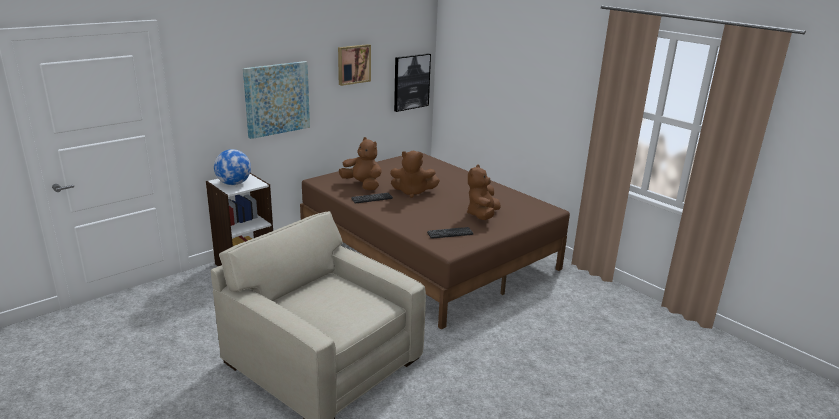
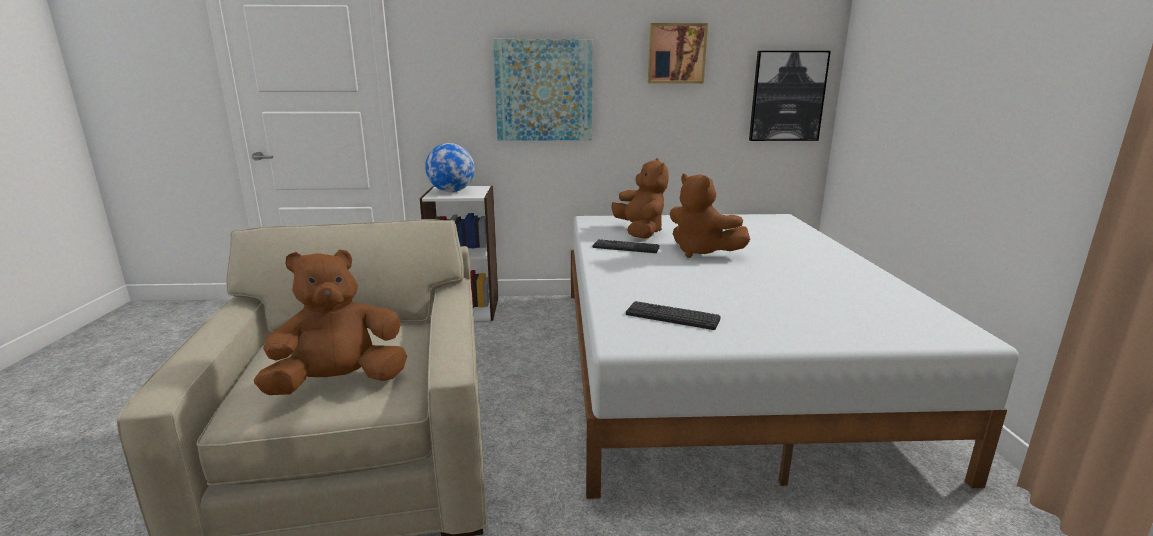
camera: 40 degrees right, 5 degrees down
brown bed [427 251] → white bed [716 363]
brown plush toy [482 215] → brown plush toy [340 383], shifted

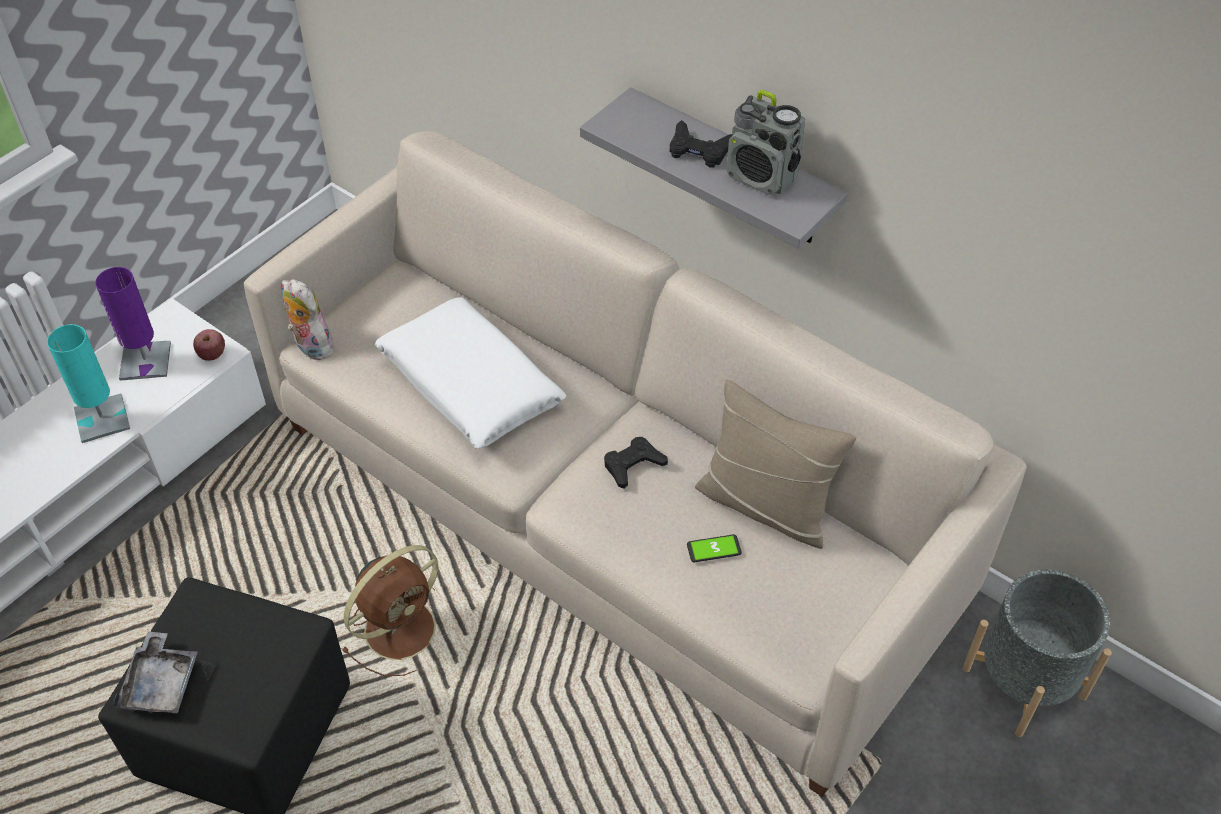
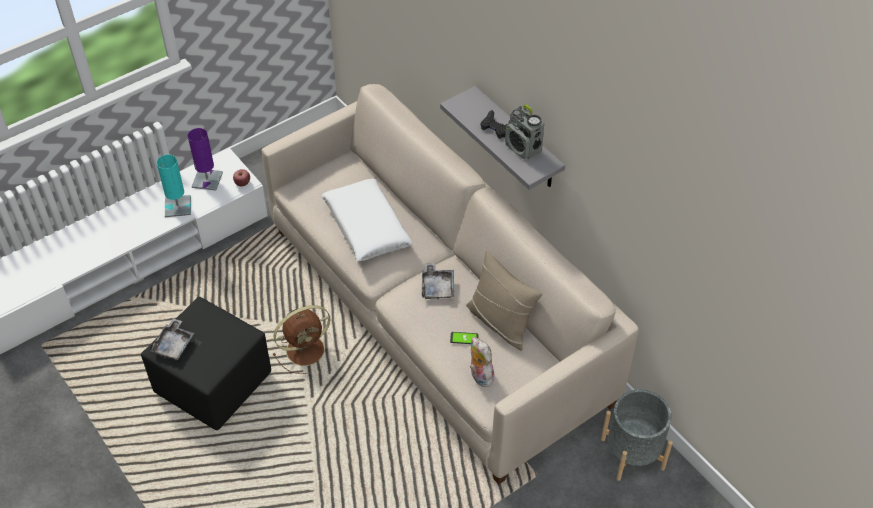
camera: 15 degrees right, 0 degrees up
plush toy [310 346] → plush toy [479 376], shifted
black game controller [633 465] → grey tray [437 287]

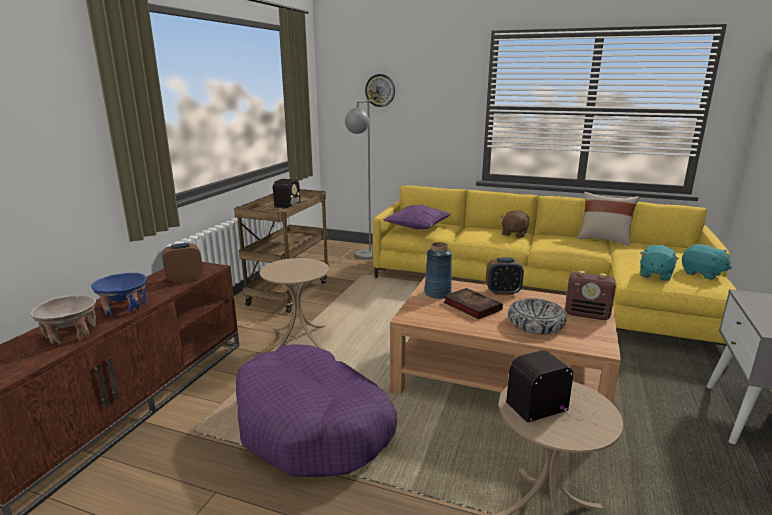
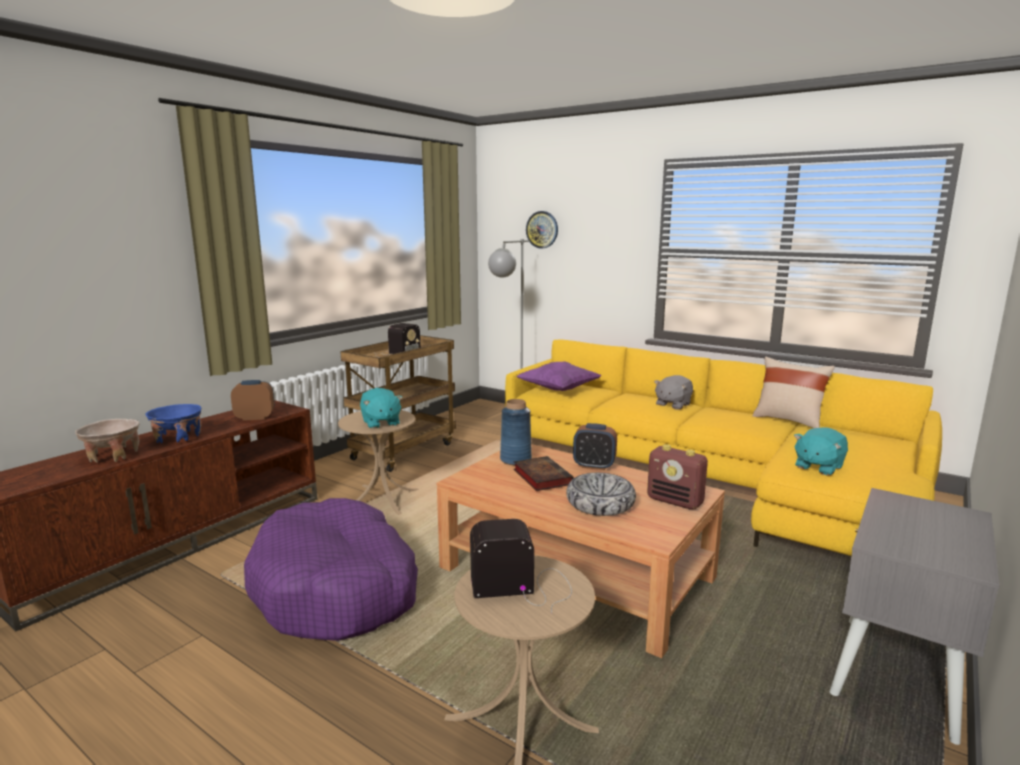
camera: 15 degrees right, 5 degrees down
brown plush toy [514 234] → grey plush toy [672 405]
turquoise plush toy [702 274] → turquoise plush toy [380 423], shifted

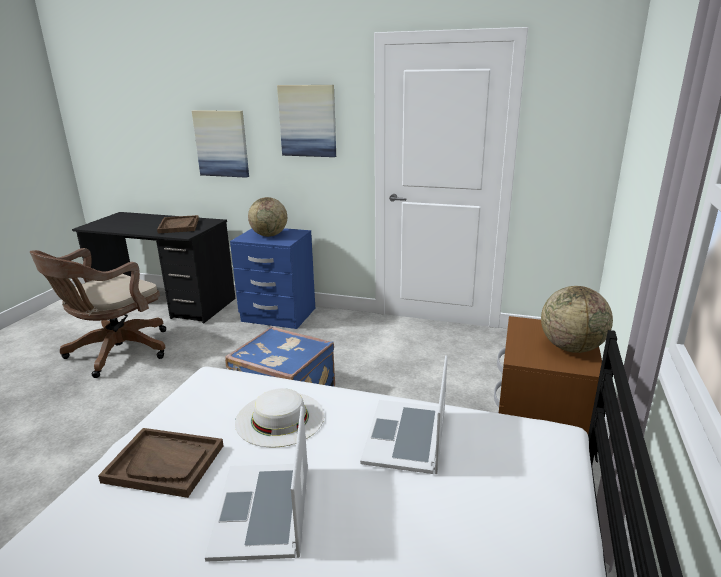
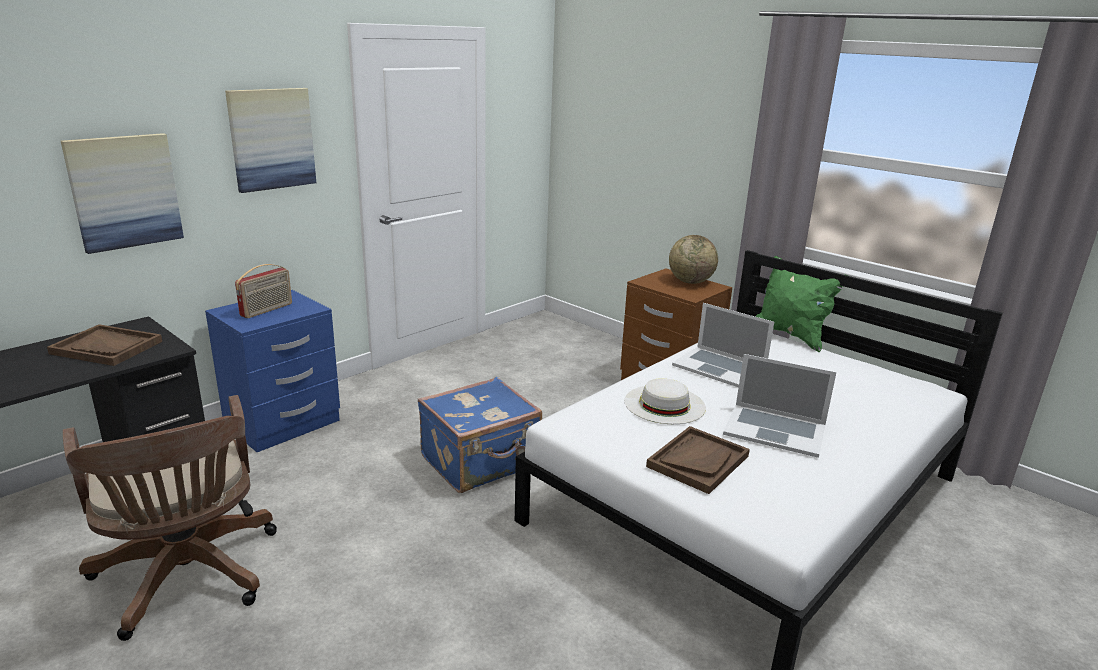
camera: 65 degrees left, 0 degrees up
globe [269 235] → radio [267 310]
- → green pillow [790 336]

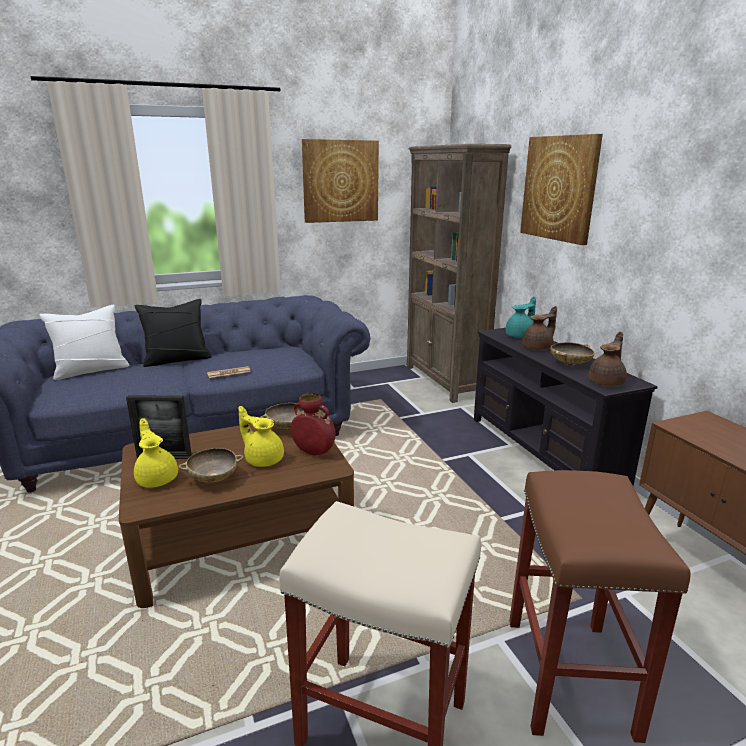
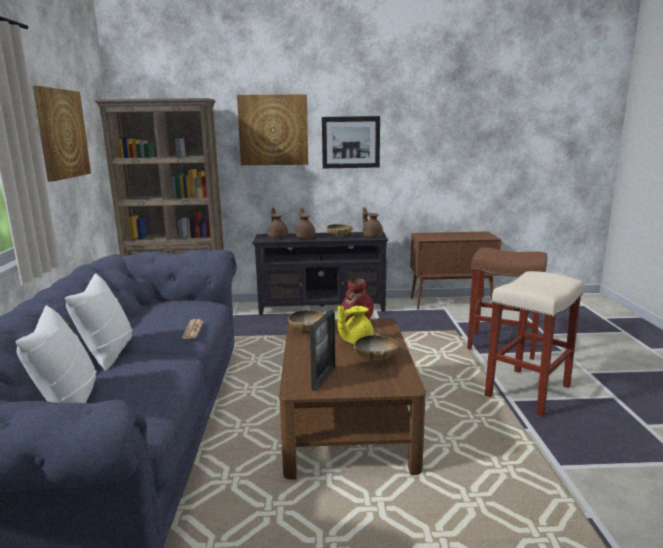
camera: 70 degrees left, 5 degrees down
yellow teapot [157 478] → -
black pillow [177 360] → white pillow [108 353]
turquoise teapot [520 336] → brown teapot [278 236]
- → picture [351 142]

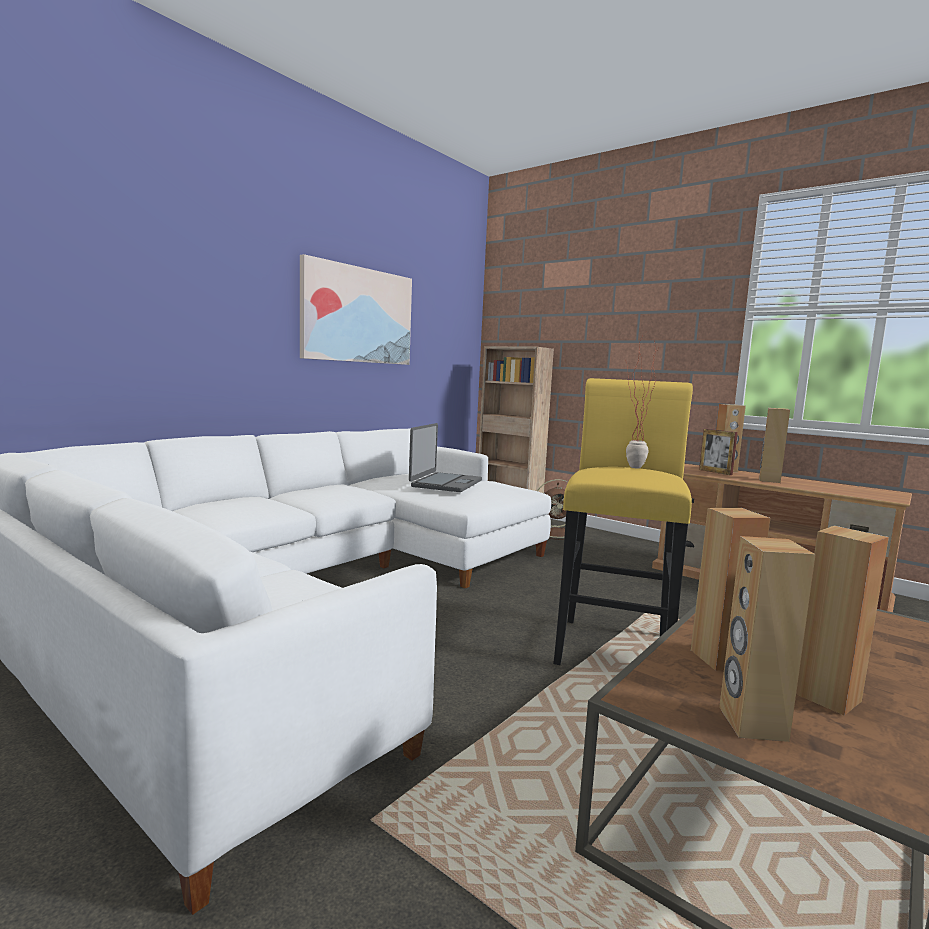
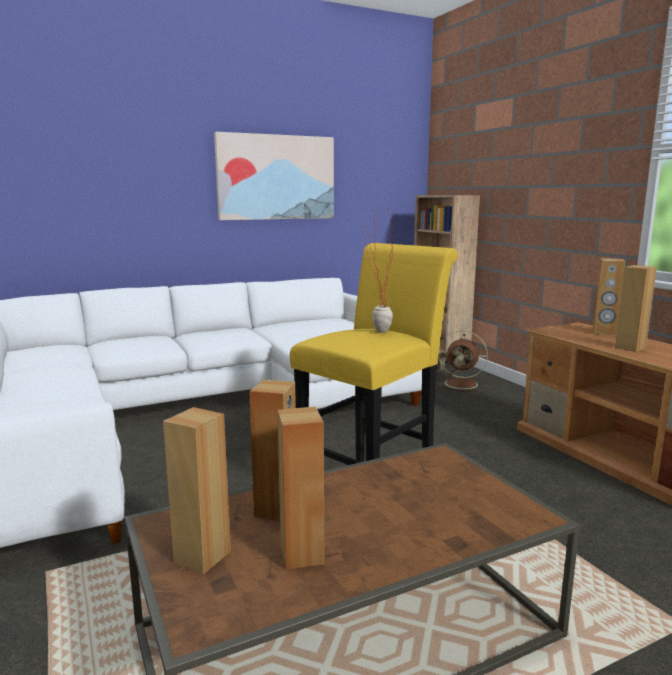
camera: 25 degrees right, 5 degrees up
laptop [445 483] → -
picture frame [715 472] → -

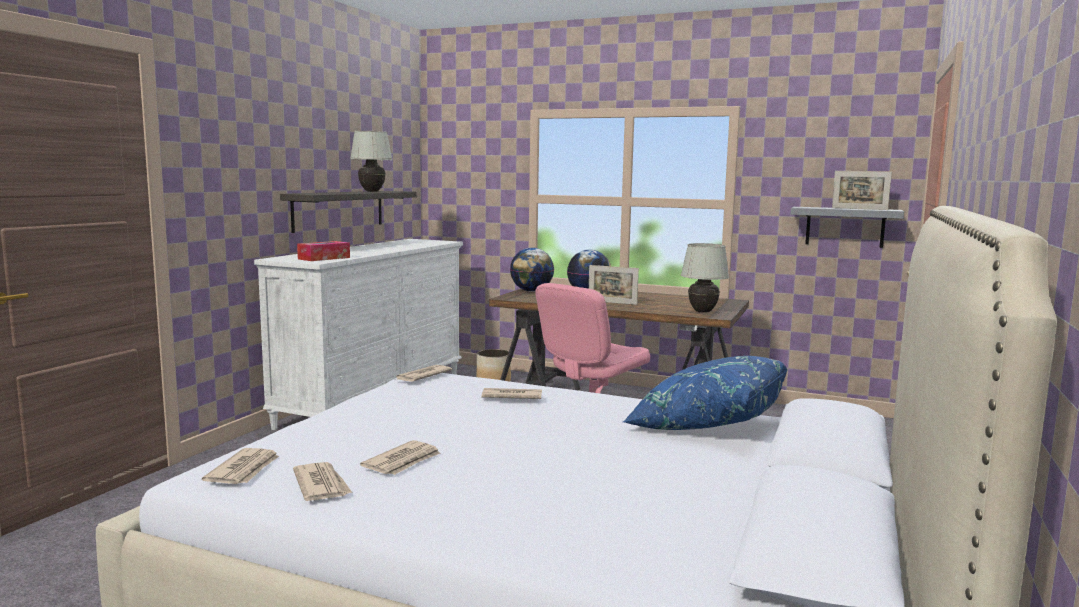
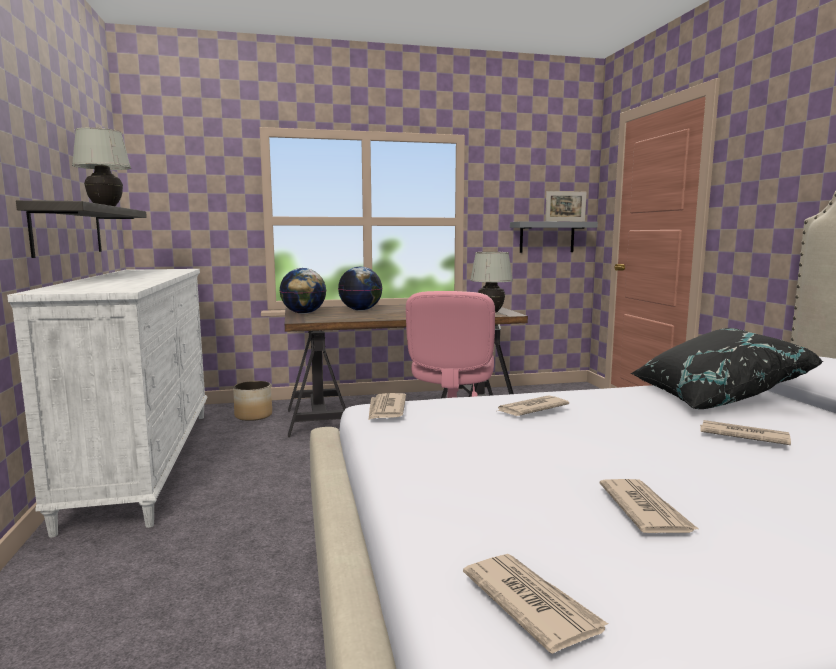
camera: 35 degrees left, 0 degrees up
newspaper [322 485] → newspaper [742 436], shifted
tissue box [324 258] → -
picture frame [612 302] → -
blue pillow [705 425] → black pillow [712 397]

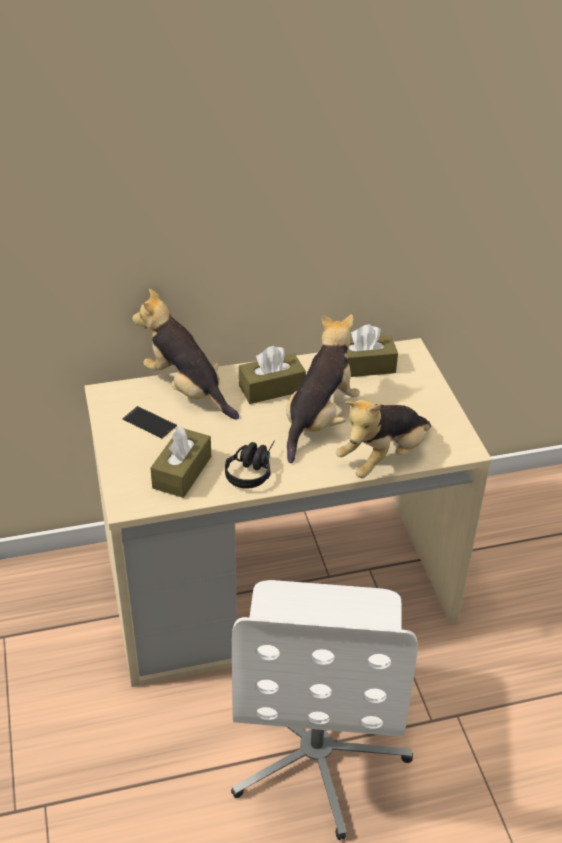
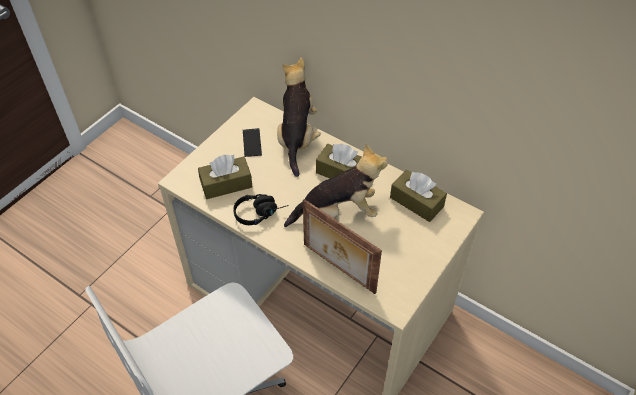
camera: 50 degrees right, 10 degrees up
plush toy [383 458] → picture frame [338 269]

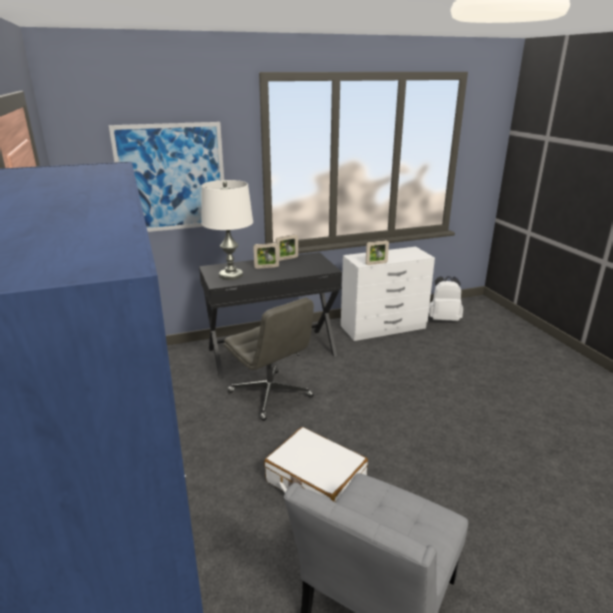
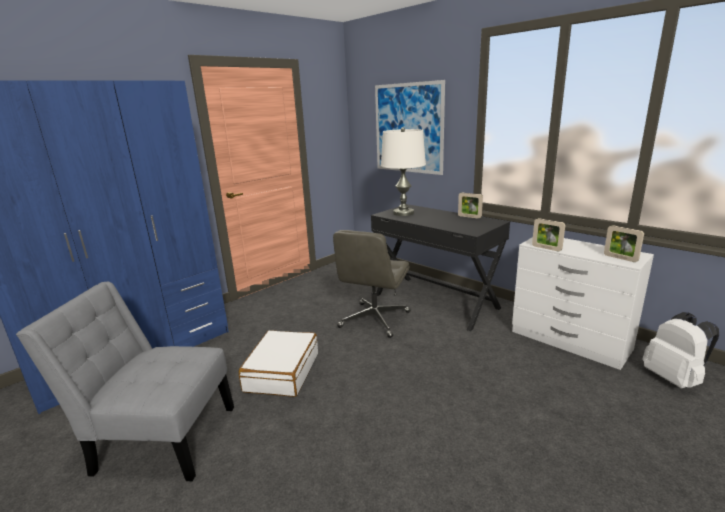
camera: 65 degrees right, 5 degrees down
picture frame [266 267] → picture frame [620 258], shifted

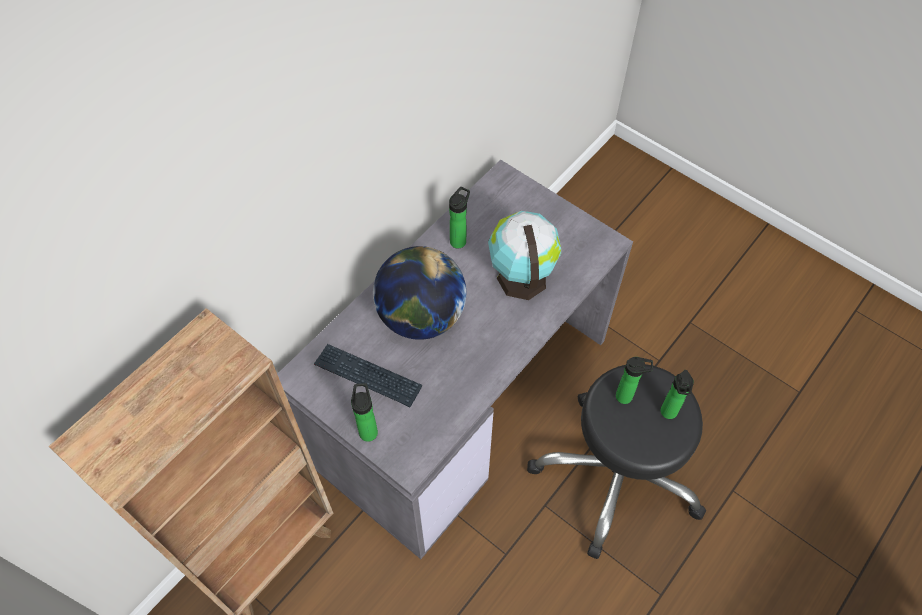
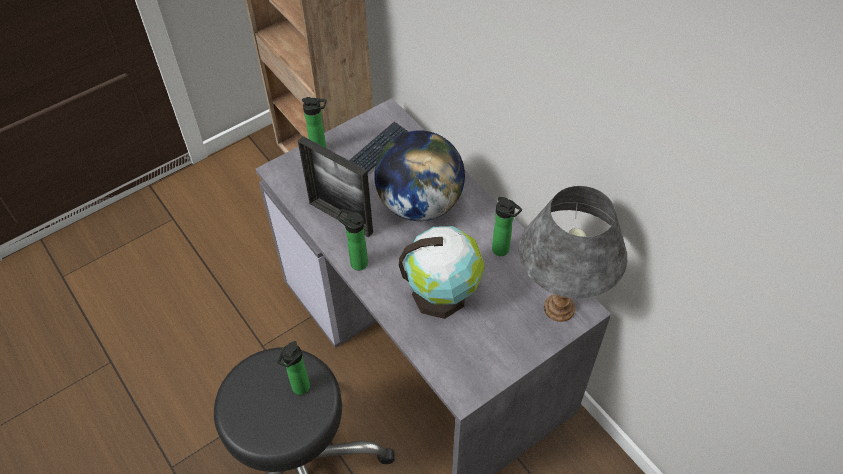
camera: 105 degrees right, 5 degrees down
bottle [668 414] → bottle [356 262], shifted
- → picture frame [340 217]
- → grey table lamp [559 308]

